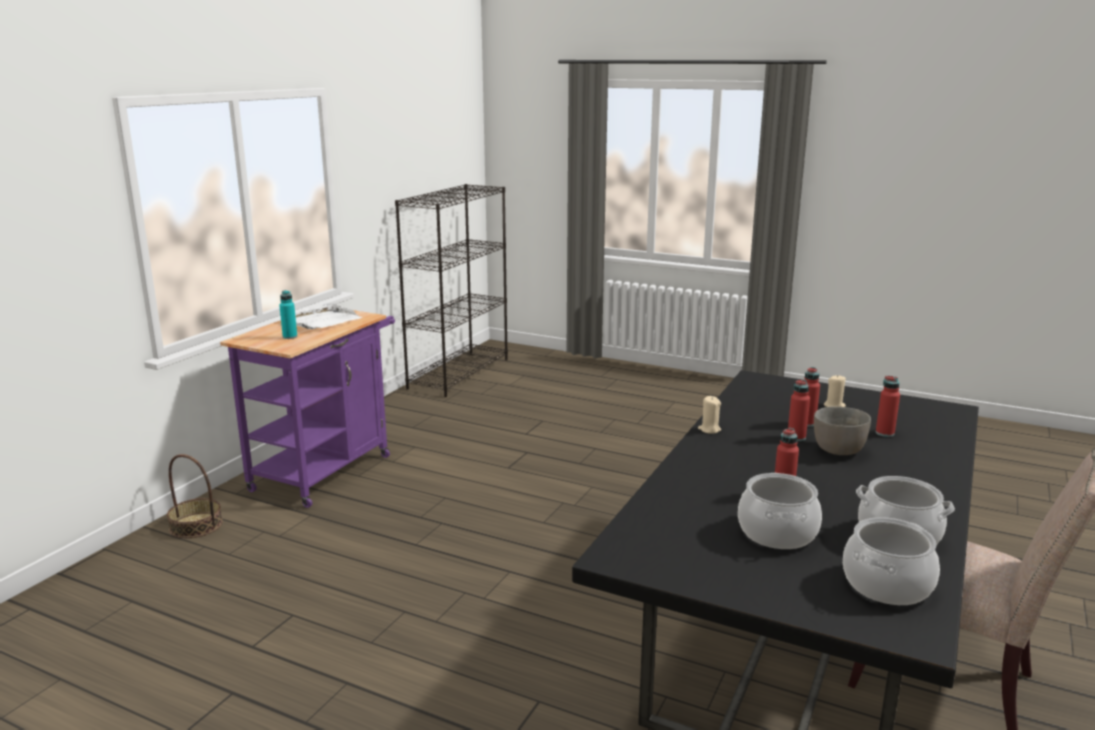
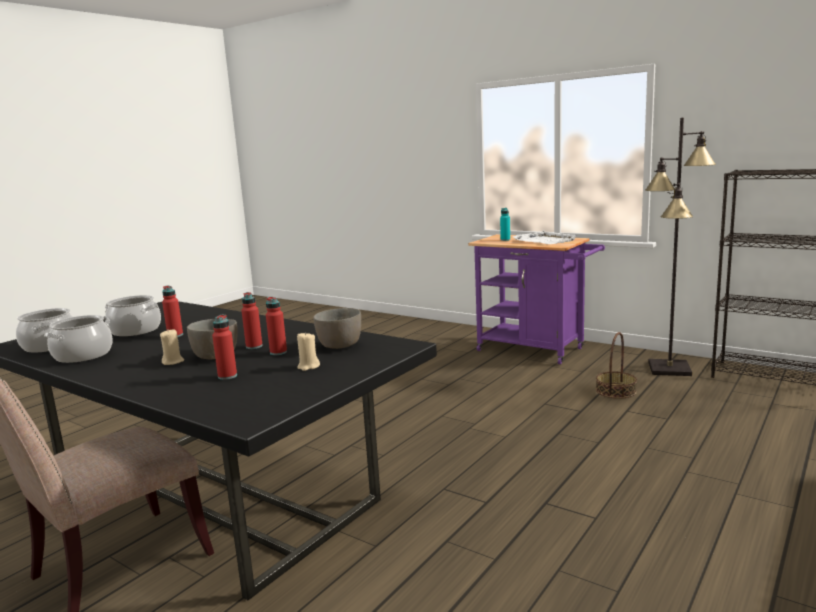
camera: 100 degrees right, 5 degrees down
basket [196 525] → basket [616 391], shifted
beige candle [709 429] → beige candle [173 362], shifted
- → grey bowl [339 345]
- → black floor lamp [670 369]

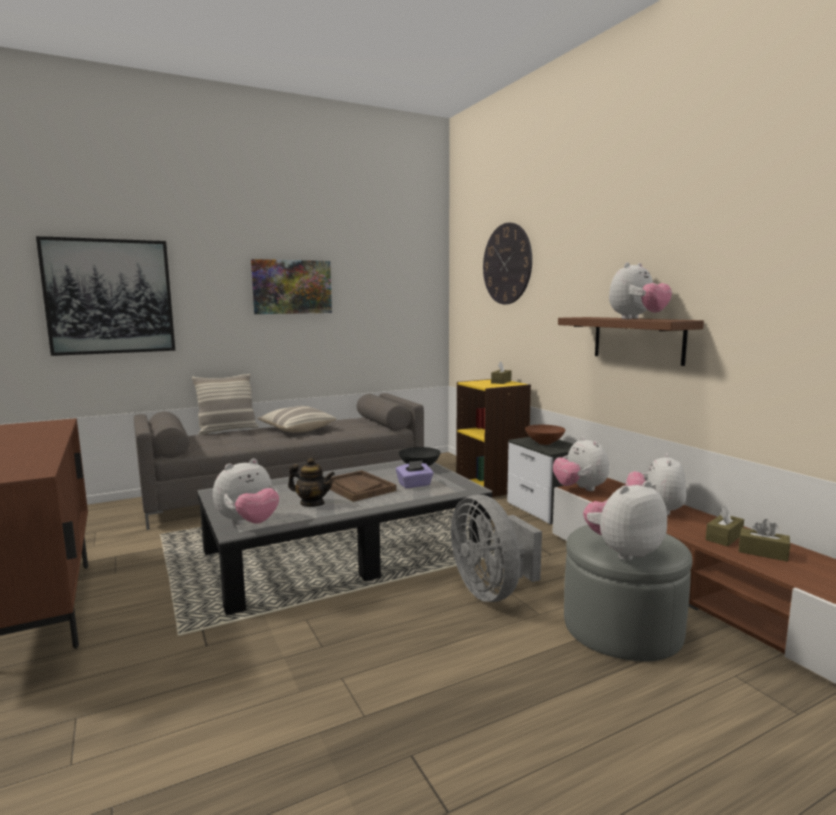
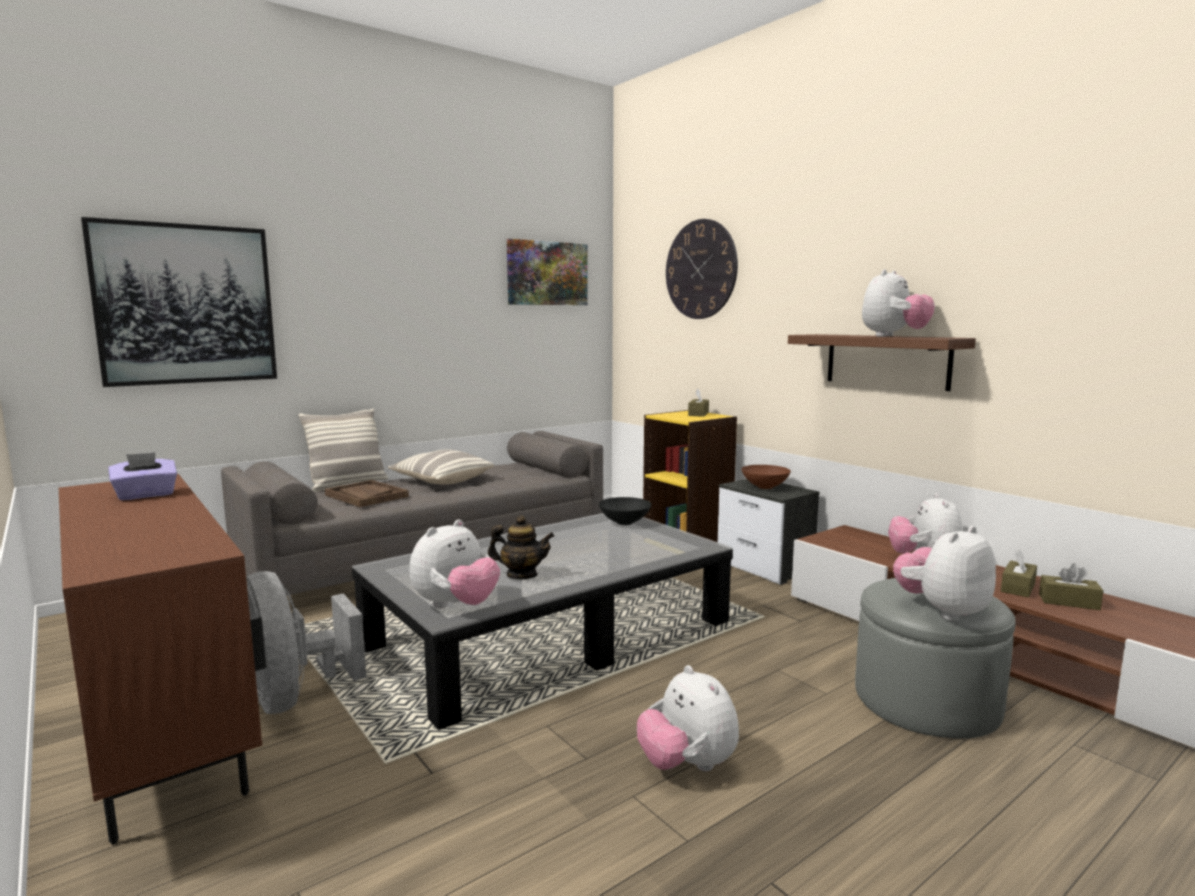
camera: 10 degrees left, 0 degrees up
picture [292 287] → picture [547 273], shifted
brown tray [357 488] → brown tray [366 496], shifted
purple tissue box [415 485] → purple tissue box [146 495], shifted
grey fan [492 591] → grey fan [293 697], shifted
plush toy [580 489] → plush toy [687 765], shifted

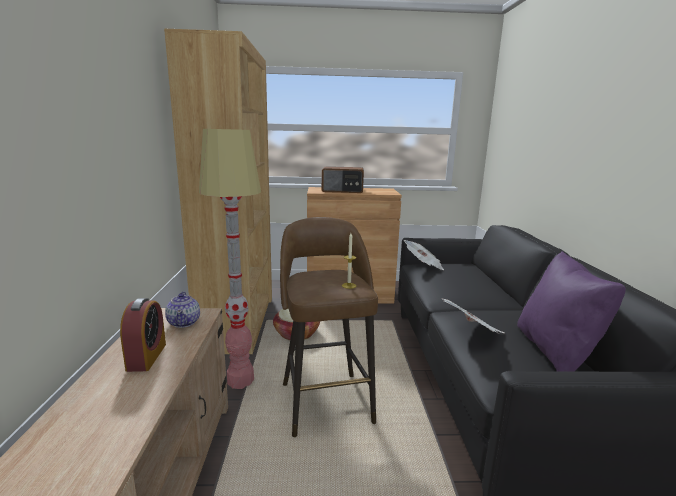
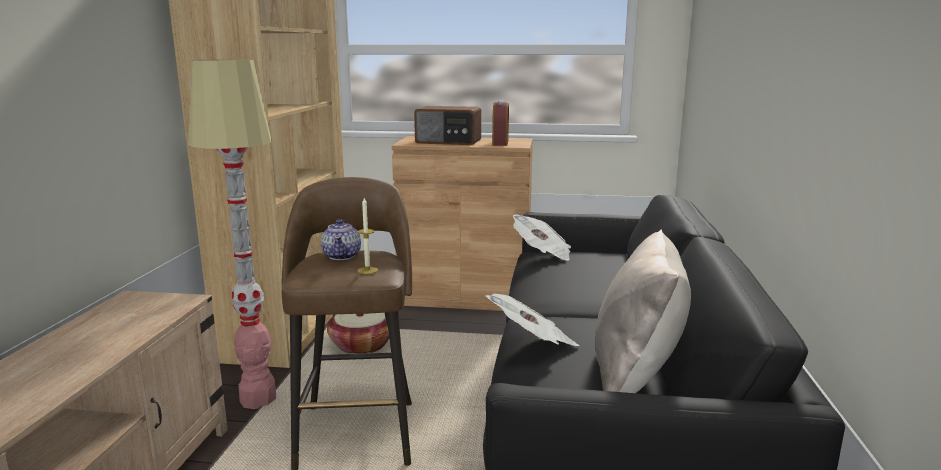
camera: 10 degrees right, 0 degrees up
alarm clock [146 357] → alarm clock [500 143], shifted
teapot [184 322] → teapot [342 256], shifted
purple pillow [556 351] → beige pillow [635 373]

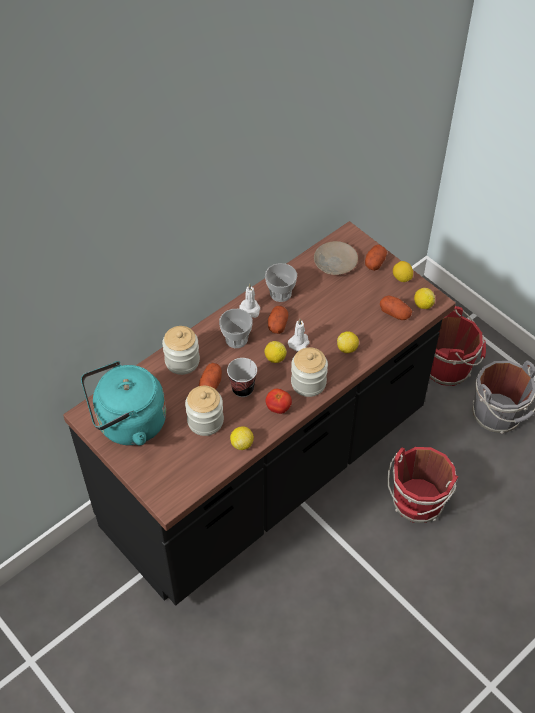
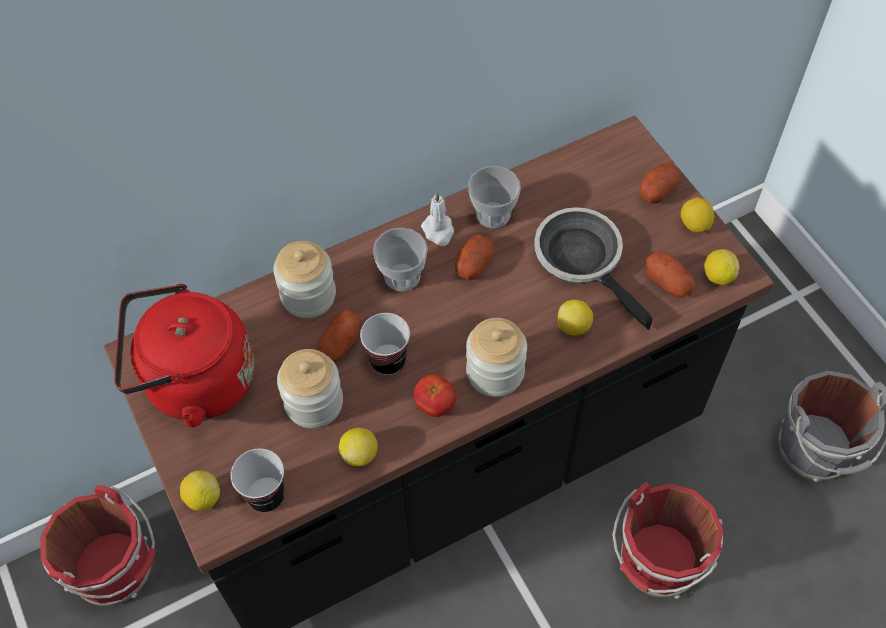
camera: 15 degrees right, 5 degrees up
turquoise kettle [127 424] → red kettle [194 382]
lemon [275 358] → lemon [203 497], shifted
white candle [299 342] → -
beige plate [335 262] → -
red bucket [449 367] → red bucket [117 569], shifted
- → cup [266 495]
- → frying pan [583 259]

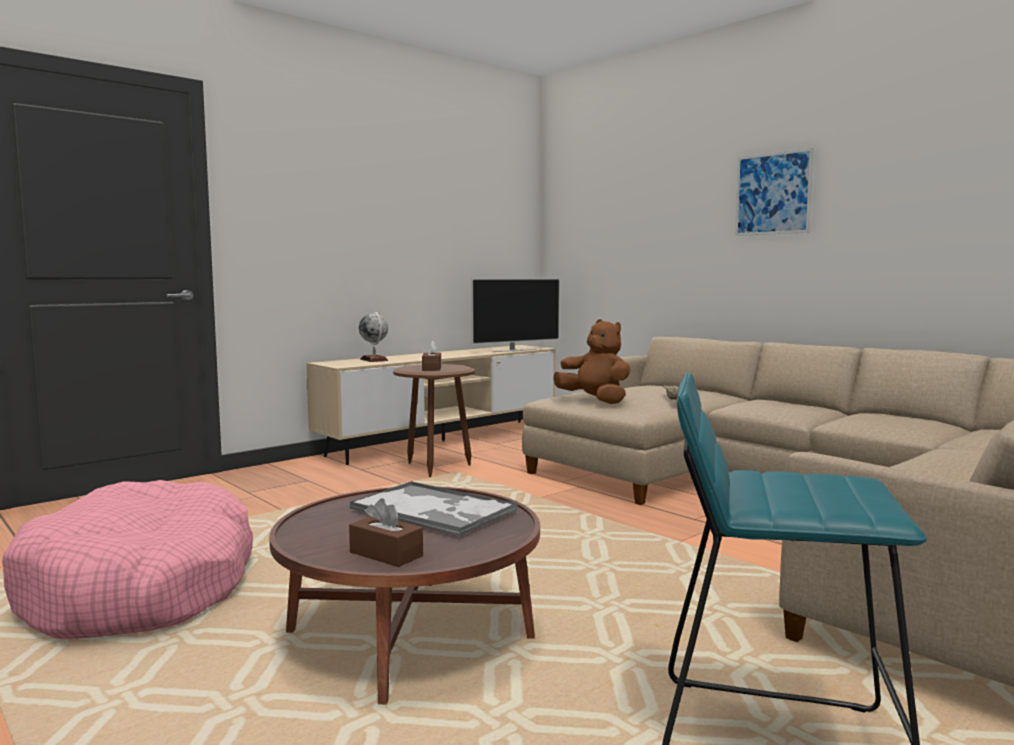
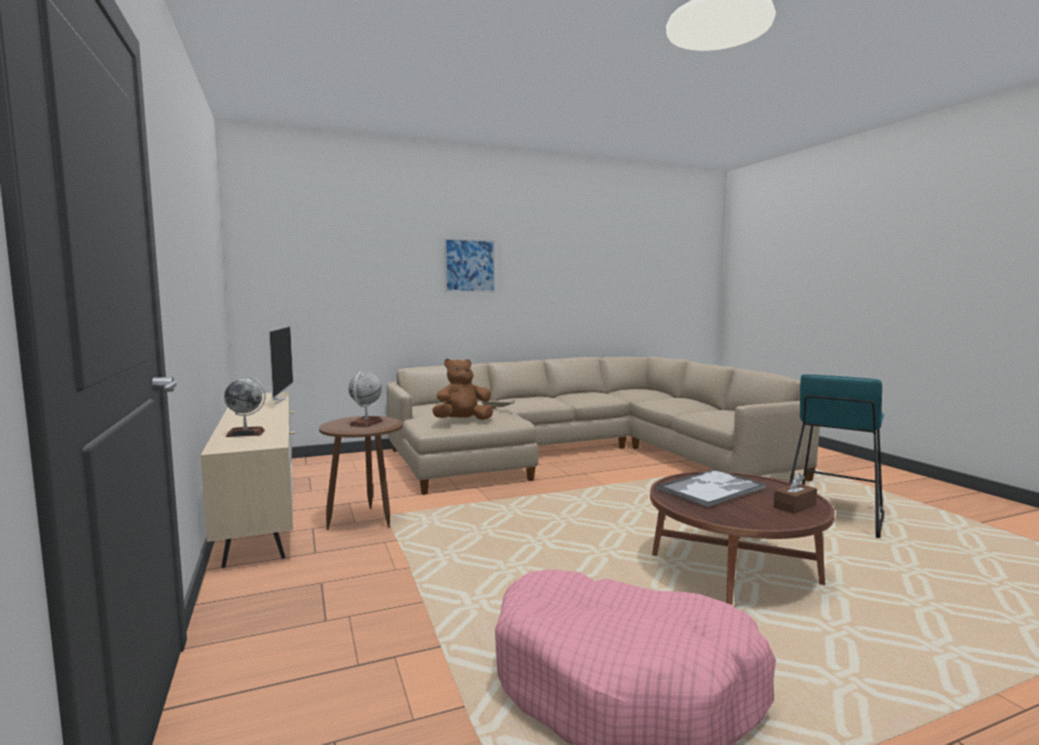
camera: 70 degrees left, 0 degrees up
brown tissue box [431 368] → globe [366 423]

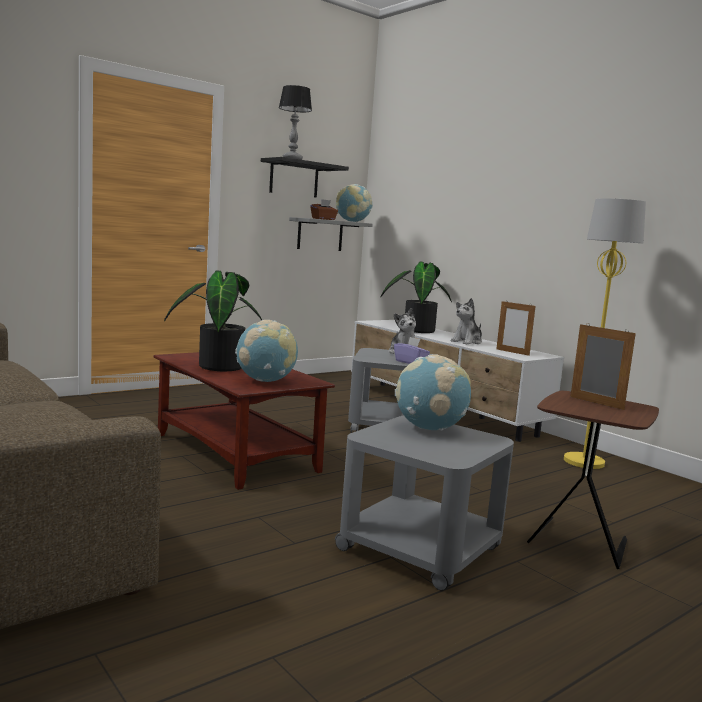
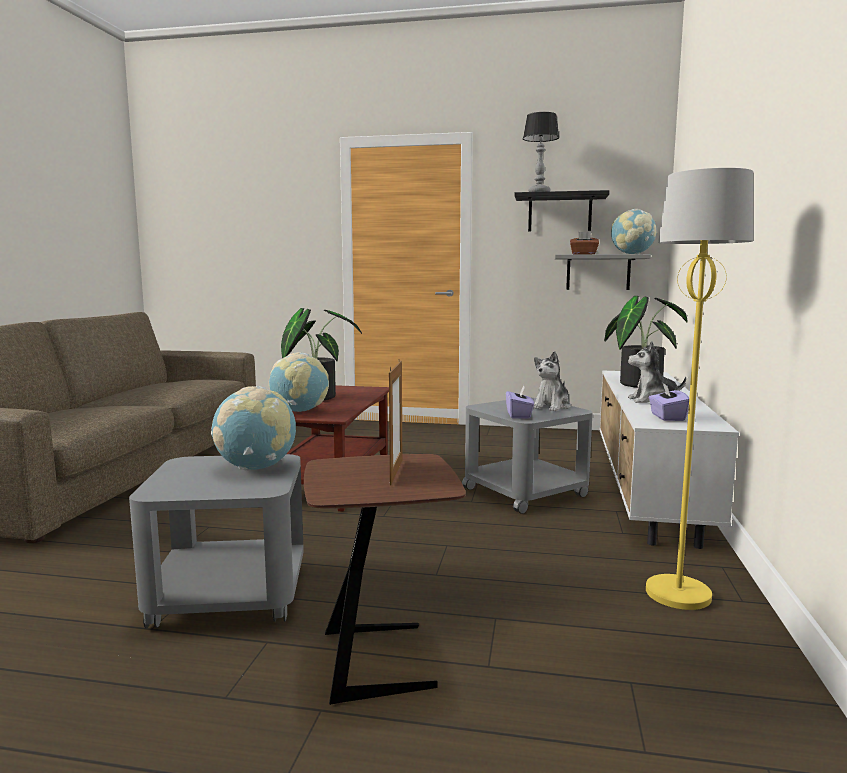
camera: 50 degrees right, 0 degrees up
picture frame [512 352] → purple tissue box [667 417]

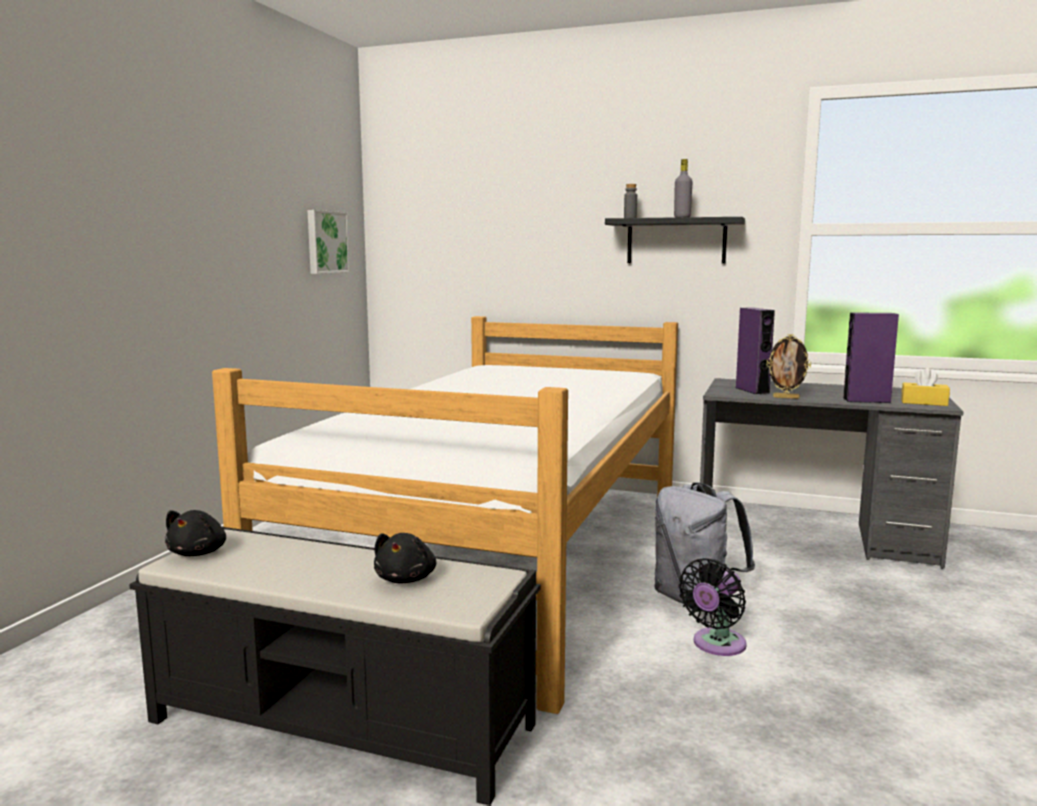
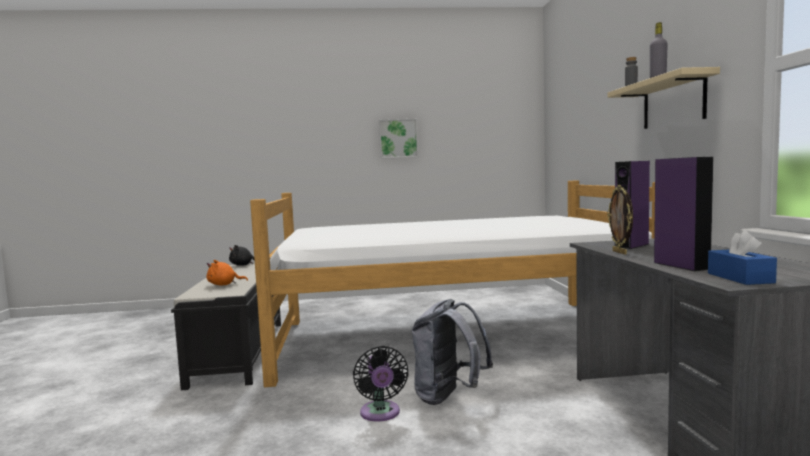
camera: 65 degrees right, 5 degrees down
picture [326 242] → picture [398 138], shifted
black plush toy [406 579] → orange plush toy [224 285]
black shelf [676 241] → beige shelf [673 102]
black fan [716 645] → black fan [380 414], 120 degrees counterclockwise
yellow tissue box [924 402] → blue tissue box [740 278]

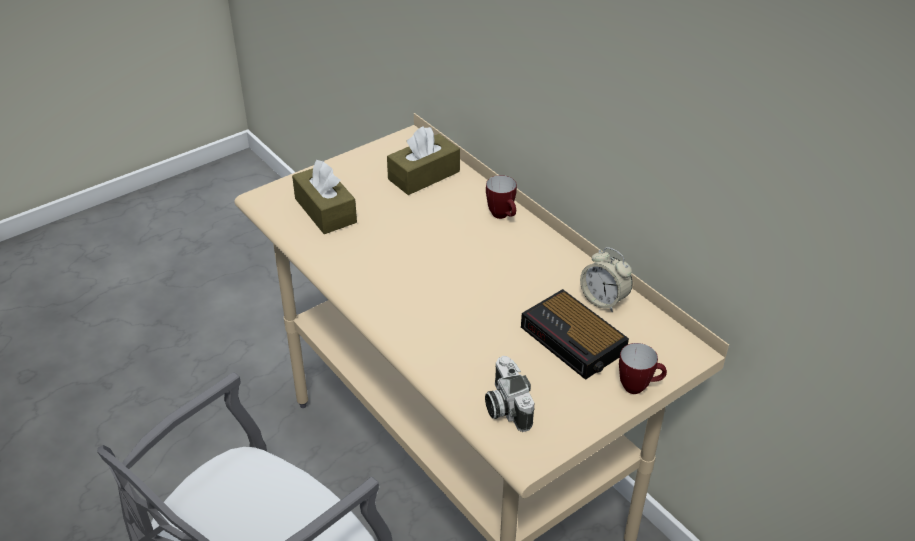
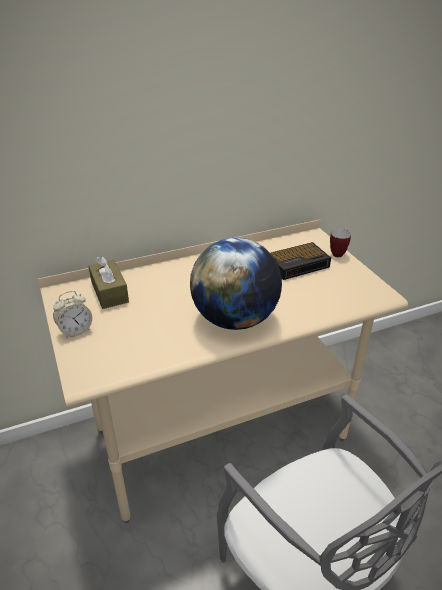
camera: 75 degrees left, 5 degrees down
brown tissue box [325 210] → -
photo camera [505 406] → -
mug [503 216] → -
alarm clock [603 300] → alarm clock [75 331], shifted
- → globe [235 319]

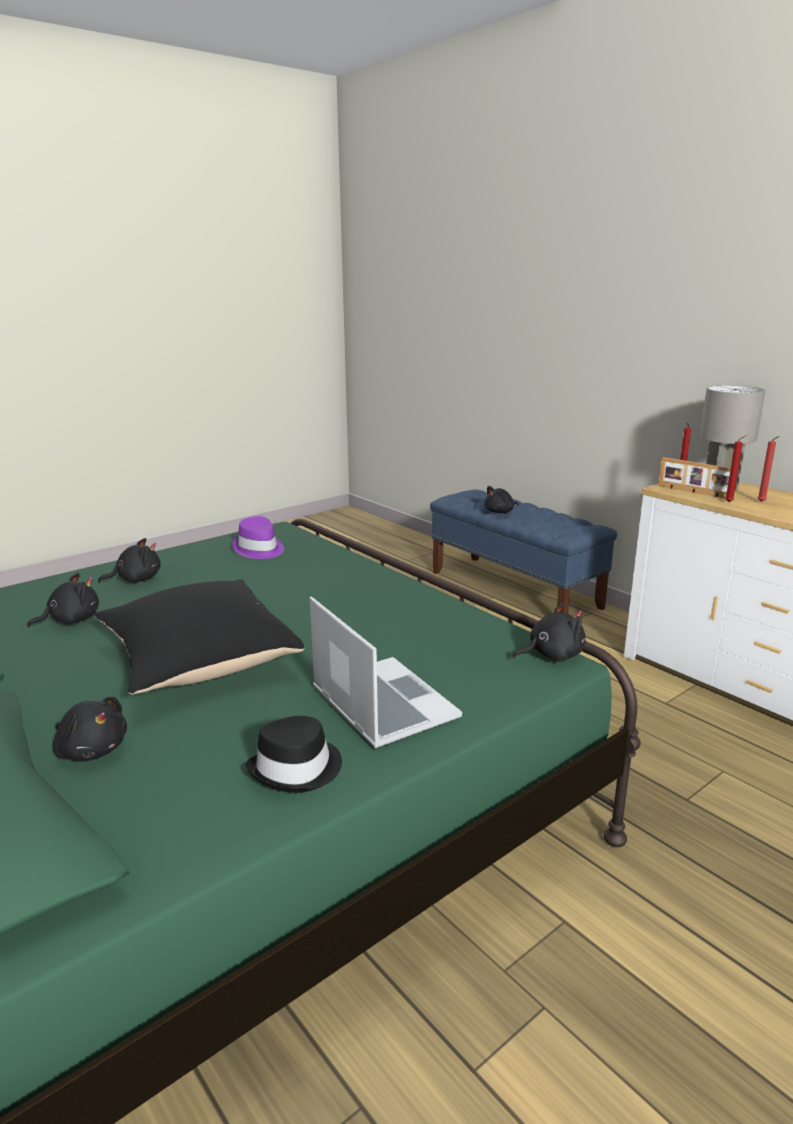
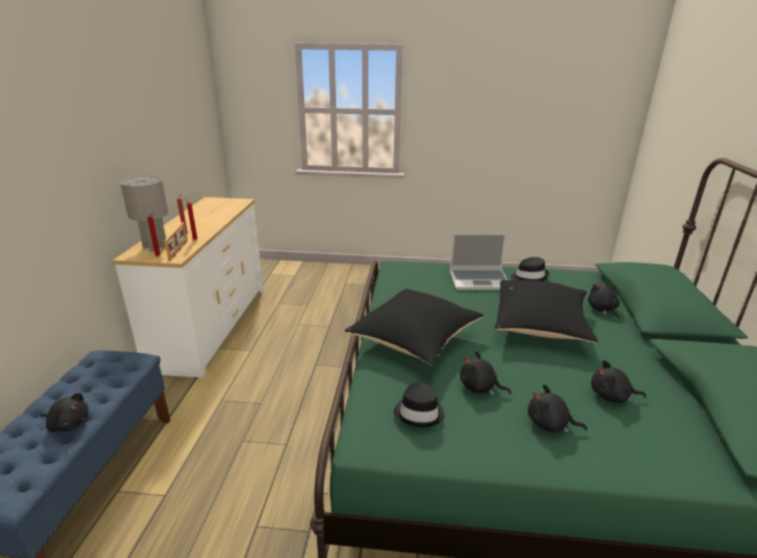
camera: 135 degrees left, 5 degrees up
purple hat [259 549] → black hat [419 412]
laptop [381 704] → laptop [479 280], 105 degrees counterclockwise
black plush toy [551 655] → black plush toy [480 387], shifted
- → black pillow [415 342]

